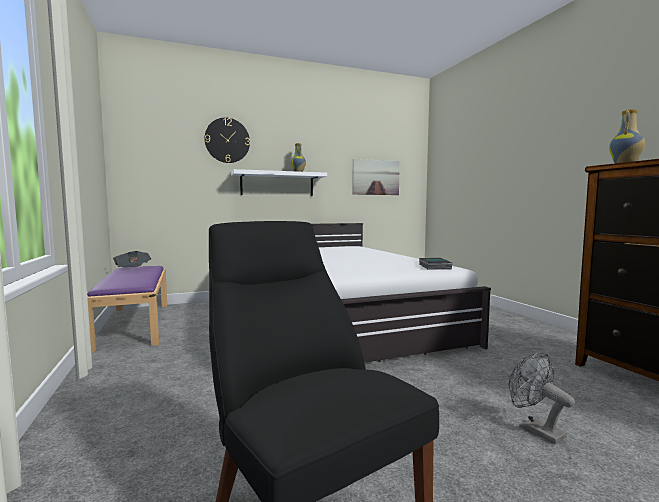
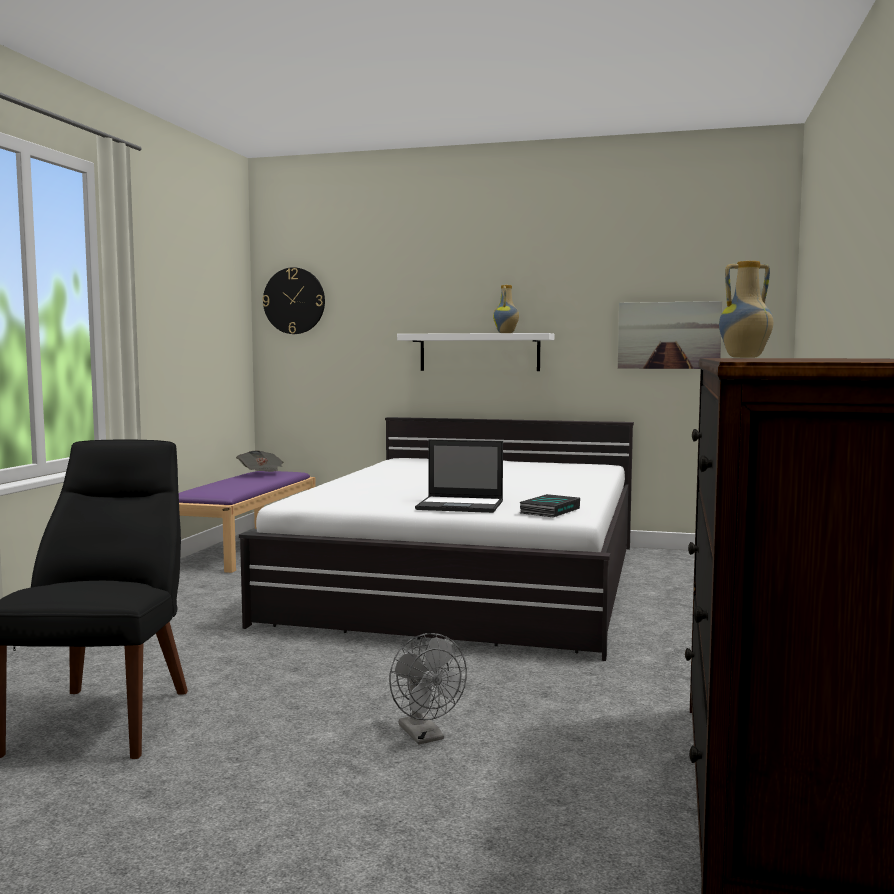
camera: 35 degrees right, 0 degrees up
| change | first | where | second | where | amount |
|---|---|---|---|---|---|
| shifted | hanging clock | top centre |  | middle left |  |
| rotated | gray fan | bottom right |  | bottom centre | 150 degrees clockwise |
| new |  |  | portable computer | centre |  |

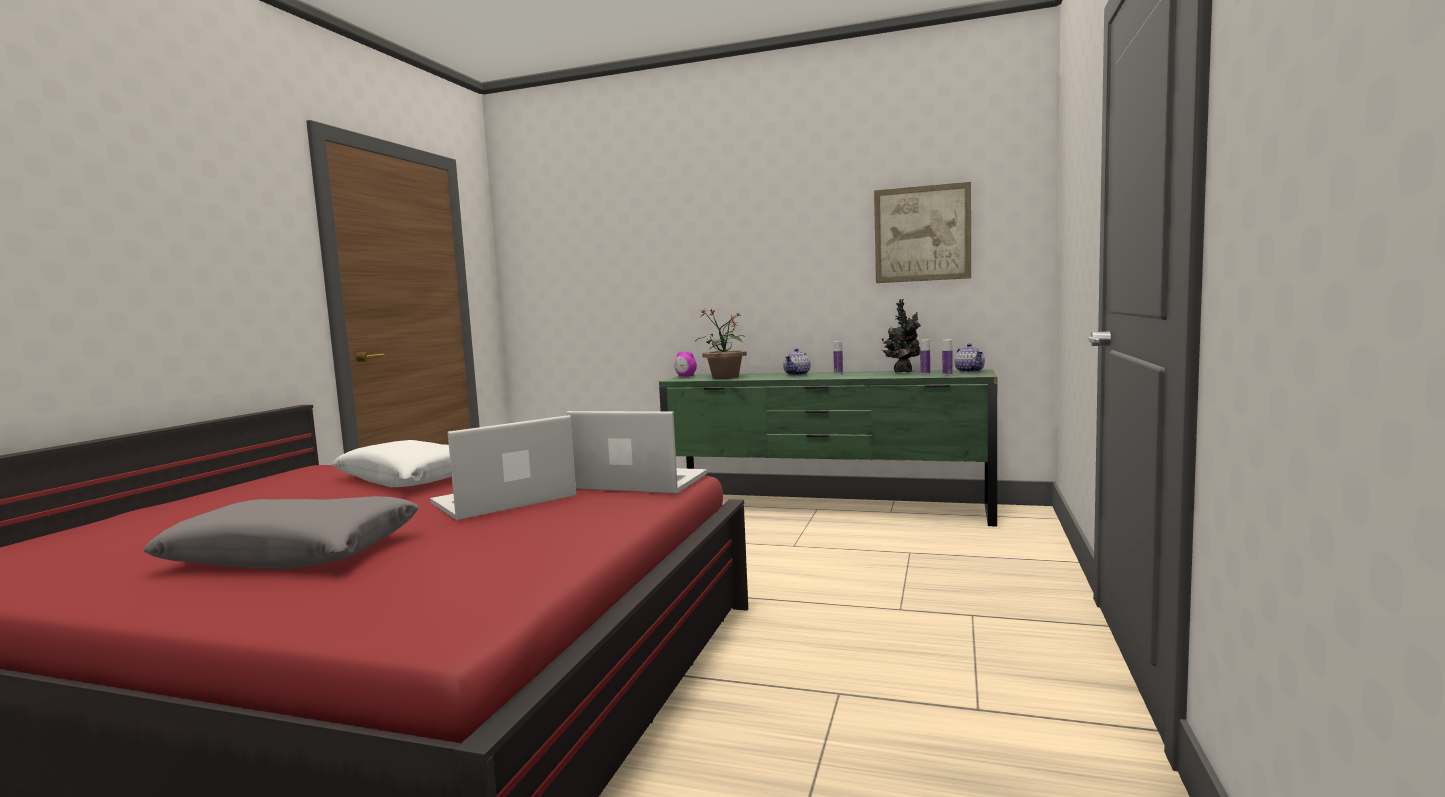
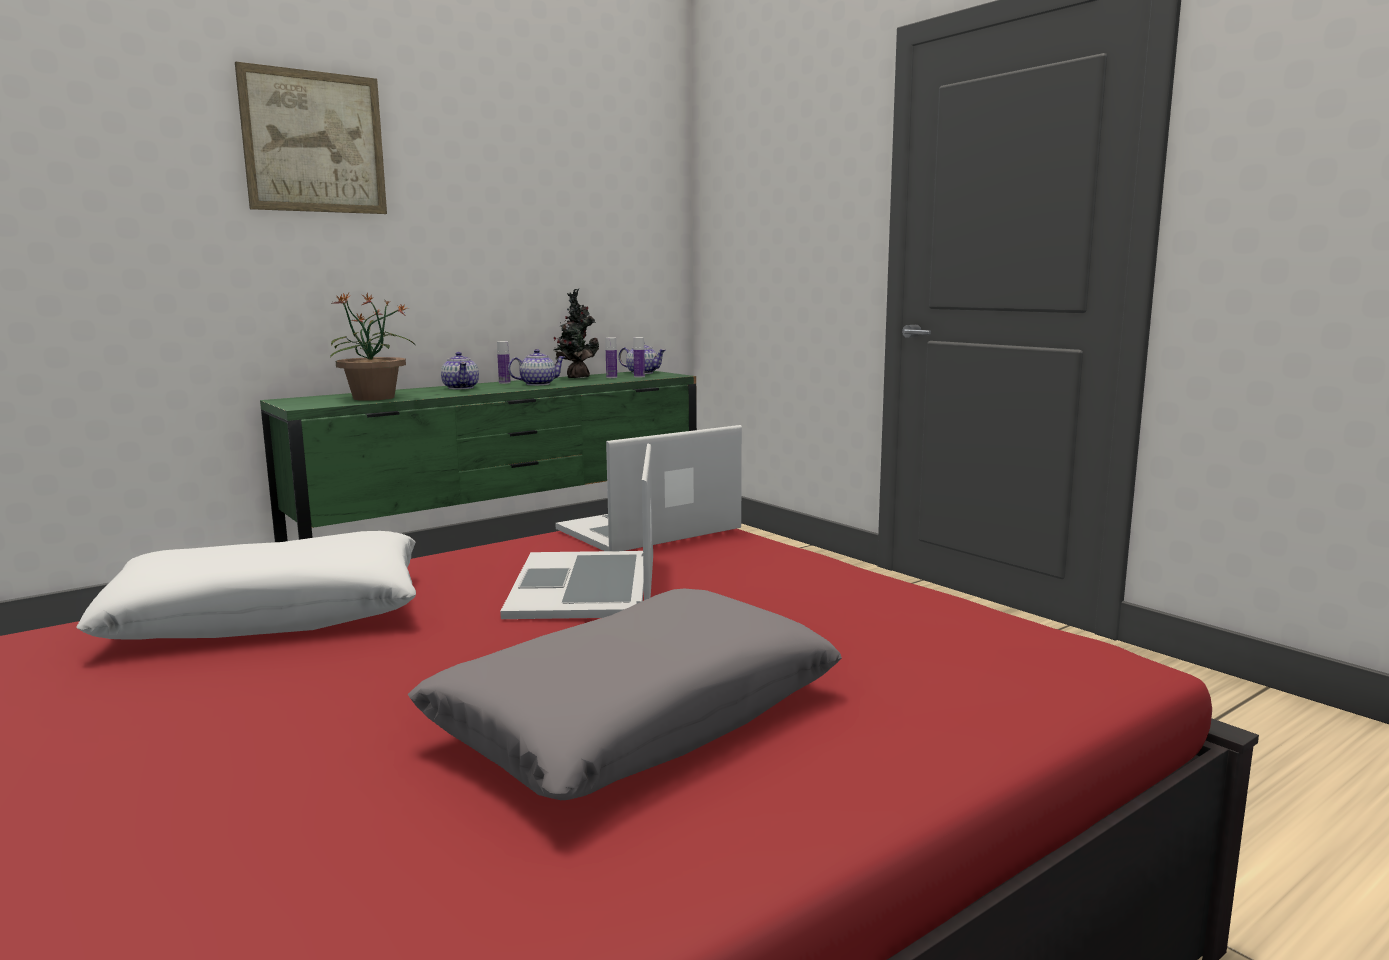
camera: 55 degrees left, 5 degrees up
| change | first | where | second | where | amount |
|---|---|---|---|---|---|
| shifted | wall picture | top centre |  | top left |  |
| gone | bedside clock | centre |  |  |  |
| new |  |  | tea pot (no. 2 from left) | centre |  |

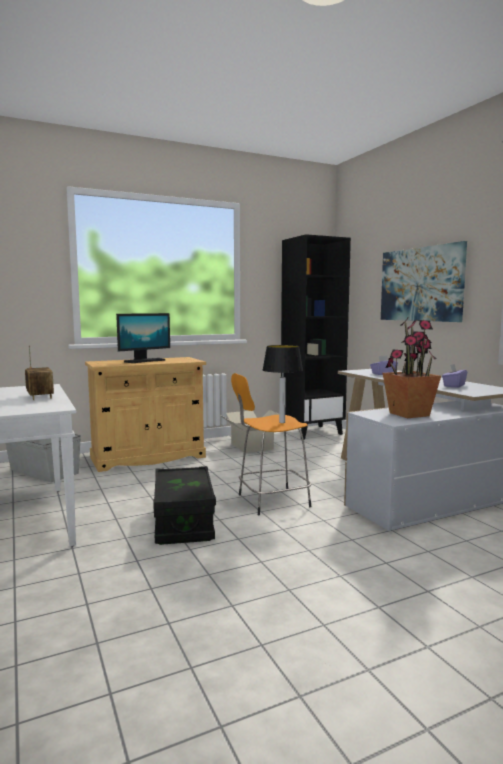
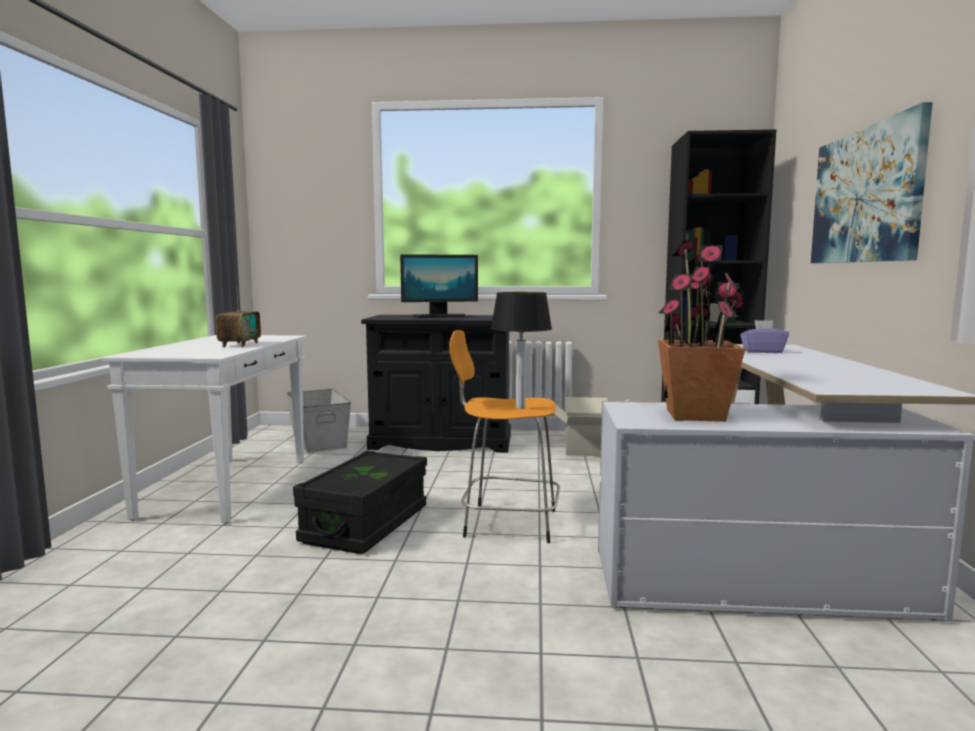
camera: 30 degrees right, 0 degrees up
| change | first | where | second | where | amount |
|---|---|---|---|---|---|
| repainted | beige cabinet | middle left | black-coloured cabinet | centre |  |
| gone | purplish tissue box (no. 2 from left) | middle right |  |  |  |

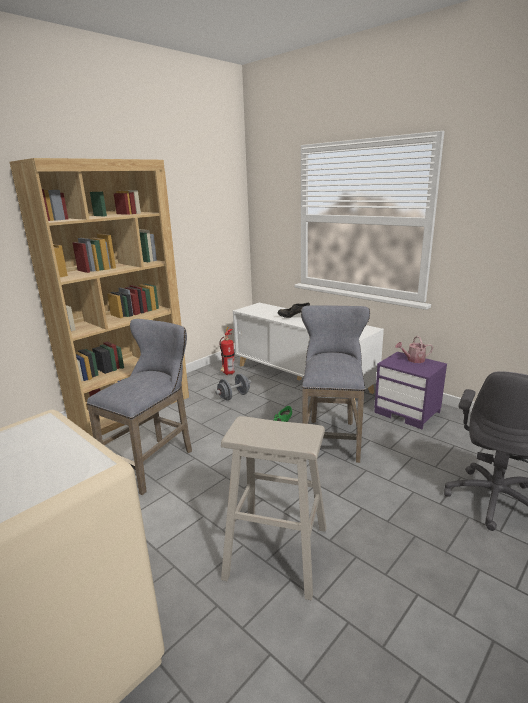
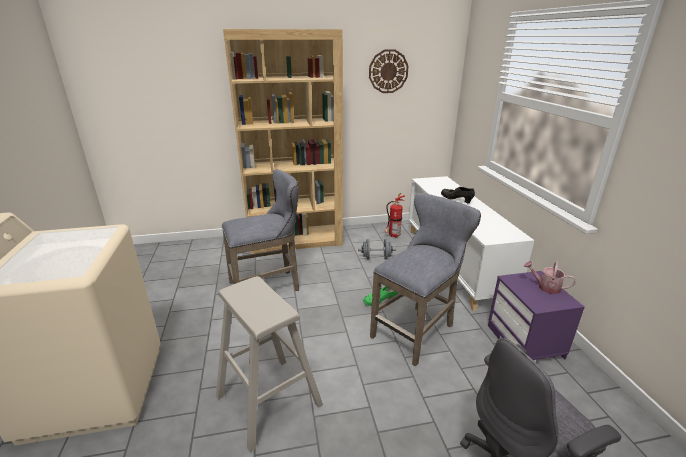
camera: 35 degrees right, 5 degrees up
| change | first | where | second | where | amount |
|---|---|---|---|---|---|
| new |  |  | hanging clock | top centre |  |

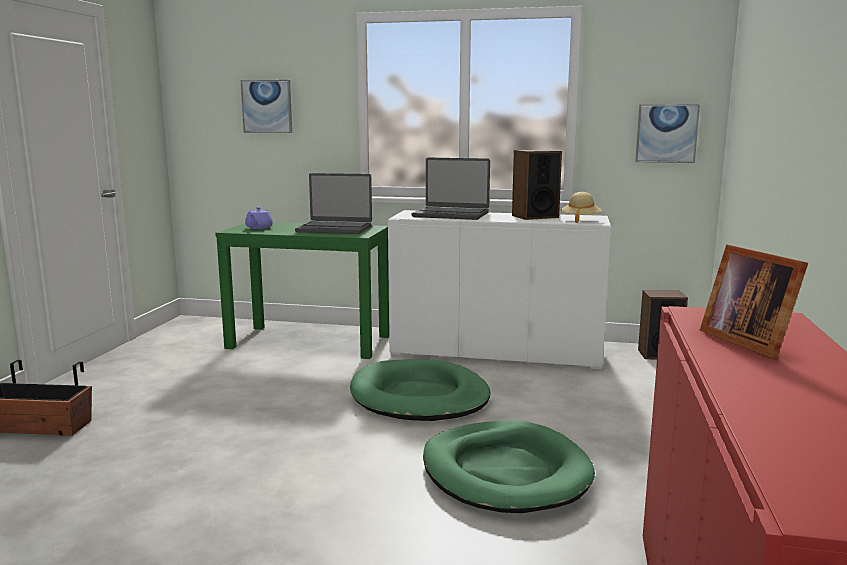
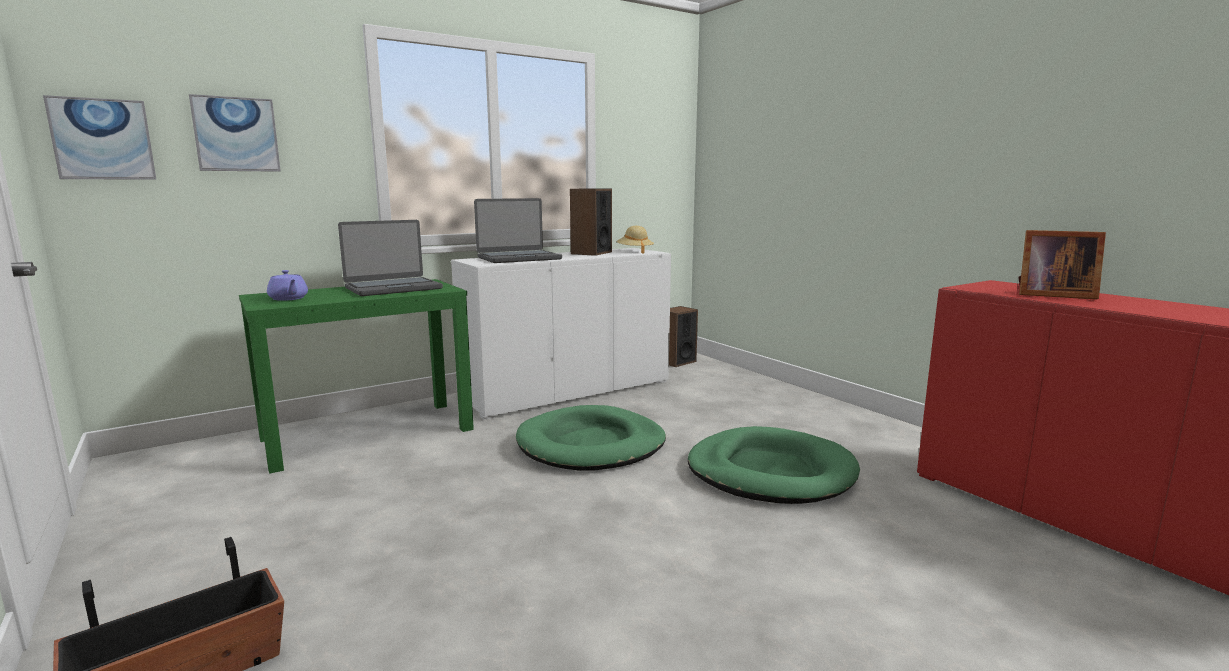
camera: 45 degrees left, 0 degrees up
| change | first | where | second | where | amount |
|---|---|---|---|---|---|
| shifted | wall picture (no. 2 from left in the first image) | top right | wall picture (no. 1 from left) | top left |  |

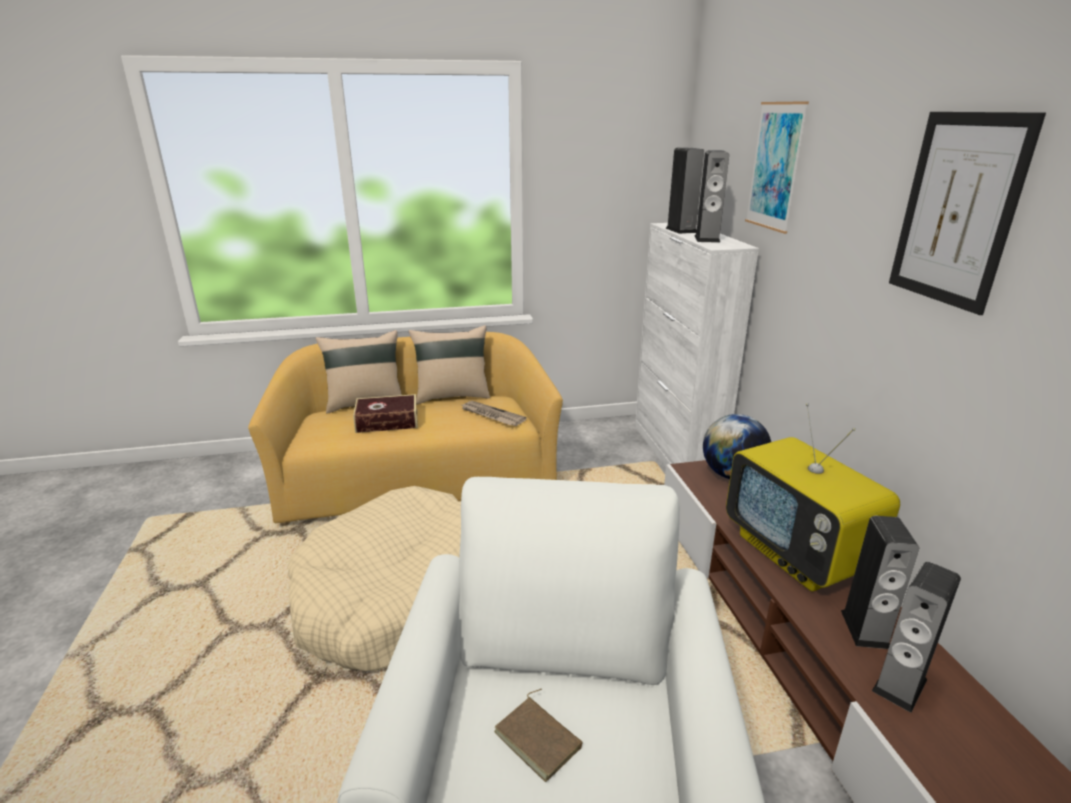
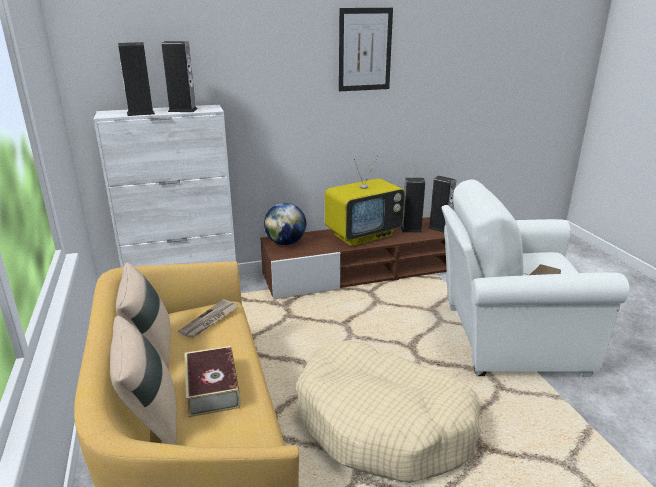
camera: 95 degrees left, 0 degrees up
| change | first | where | second | where | amount |
|---|---|---|---|---|---|
| gone | wall picture (no. 1 from left) | top right |  |  |  |

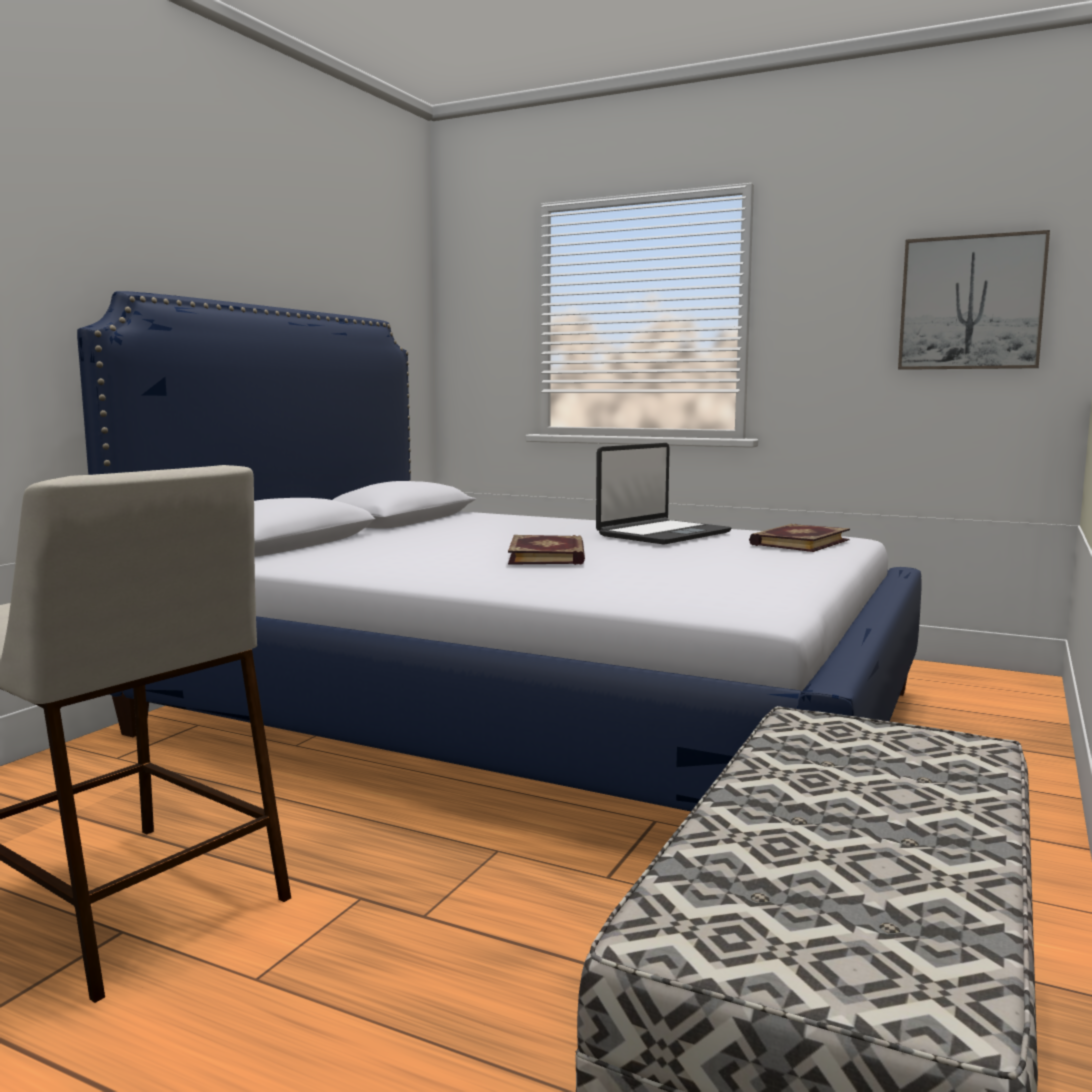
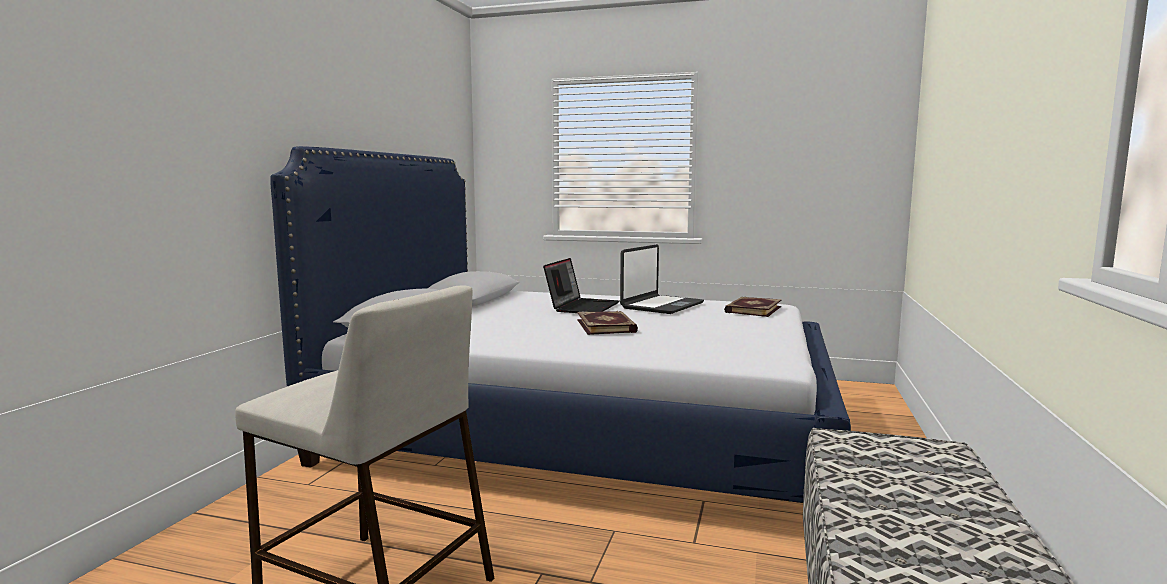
camera: 10 degrees left, 0 degrees up
| change | first | where | second | where | amount |
|---|---|---|---|---|---|
| gone | wall picture | top right |  |  |  |
| new |  |  | portable computer (no. 1 from left) | centre |  |

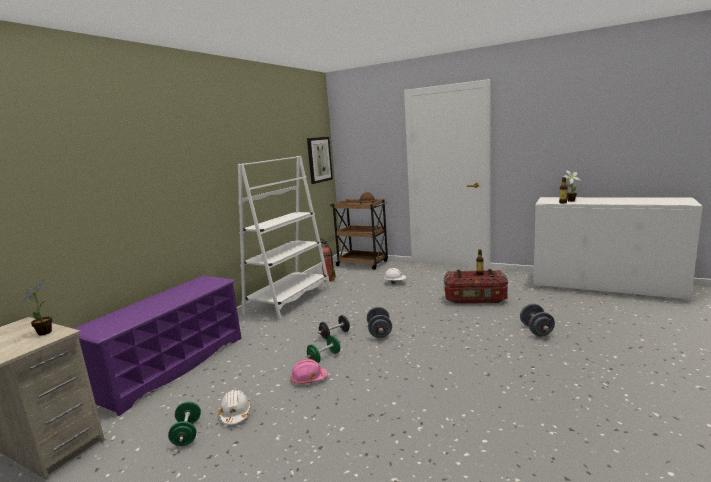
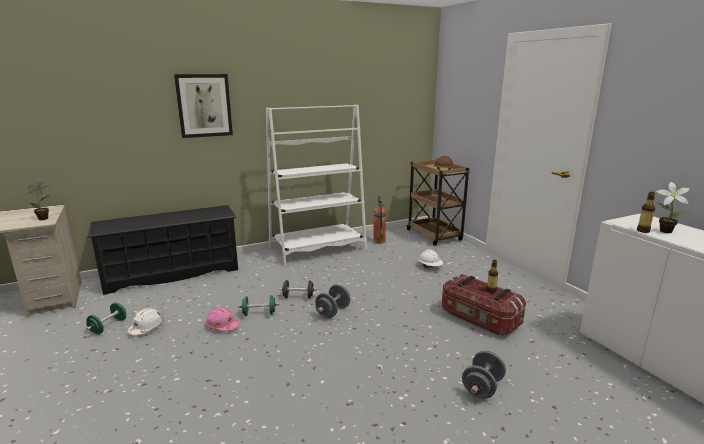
camera: 35 degrees right, 5 degrees up
| change | first | where | second | where | amount |
|---|---|---|---|---|---|
| shifted | wall picture | top centre |  | top left |  |
| repainted | purplish shoe shelf | bottom left | black-coloured shoe shelf | middle left |  |

